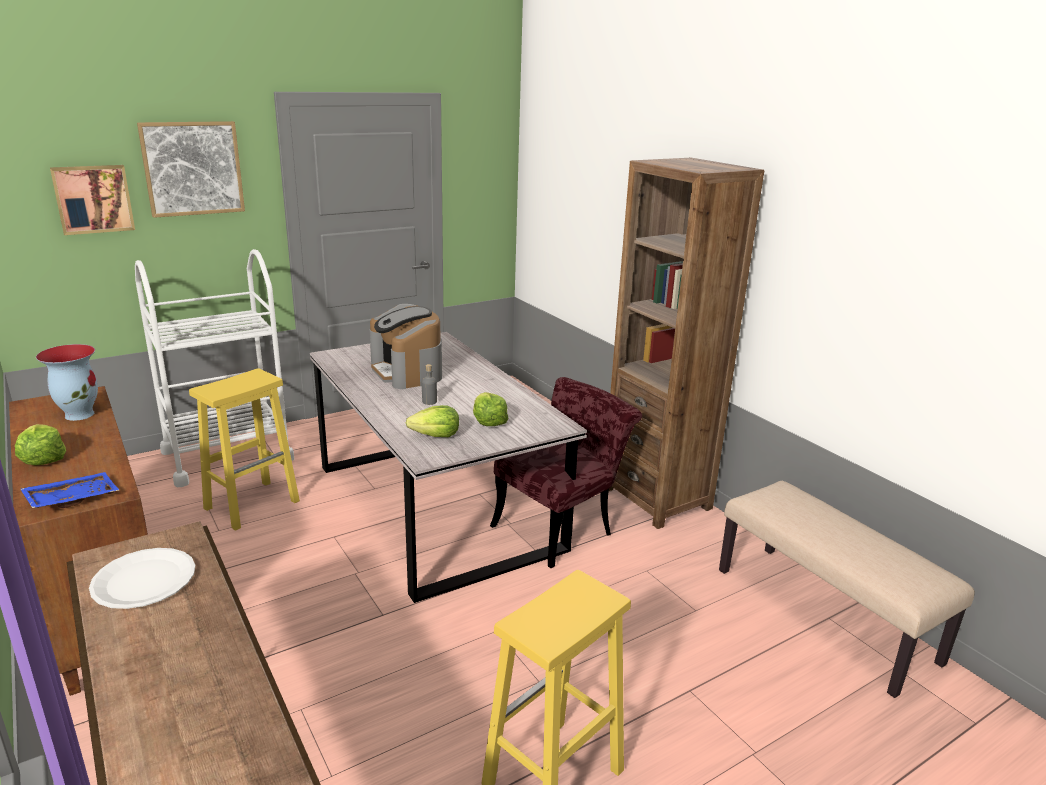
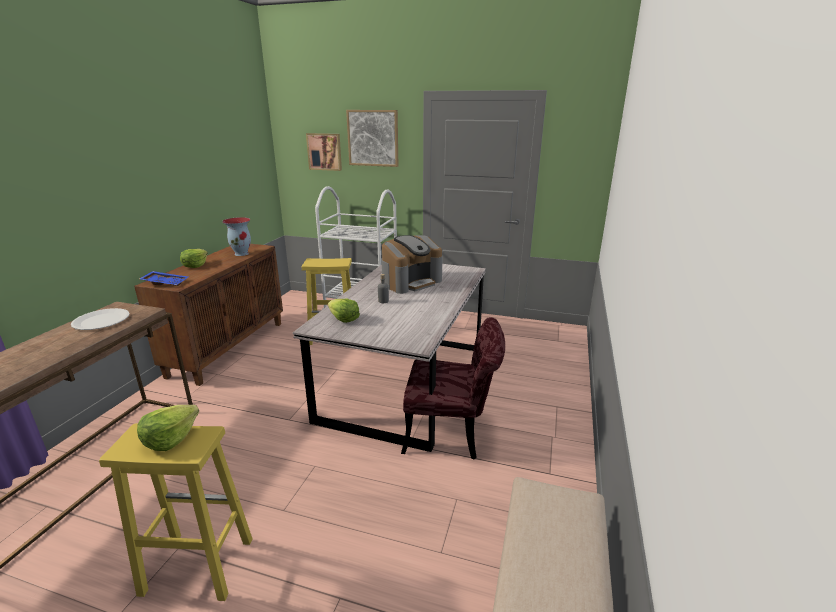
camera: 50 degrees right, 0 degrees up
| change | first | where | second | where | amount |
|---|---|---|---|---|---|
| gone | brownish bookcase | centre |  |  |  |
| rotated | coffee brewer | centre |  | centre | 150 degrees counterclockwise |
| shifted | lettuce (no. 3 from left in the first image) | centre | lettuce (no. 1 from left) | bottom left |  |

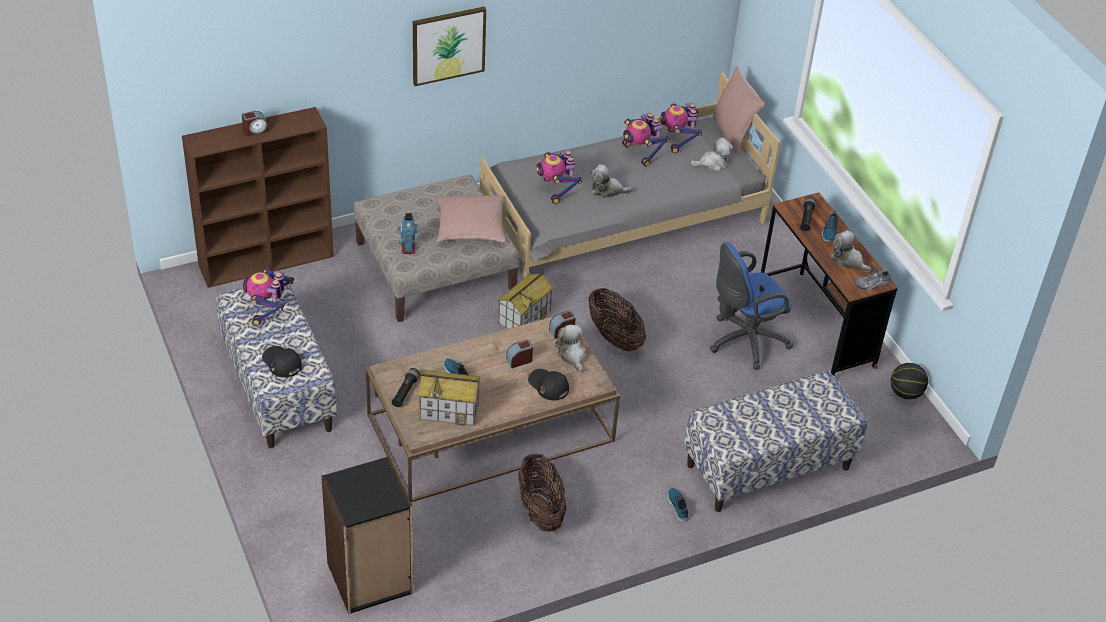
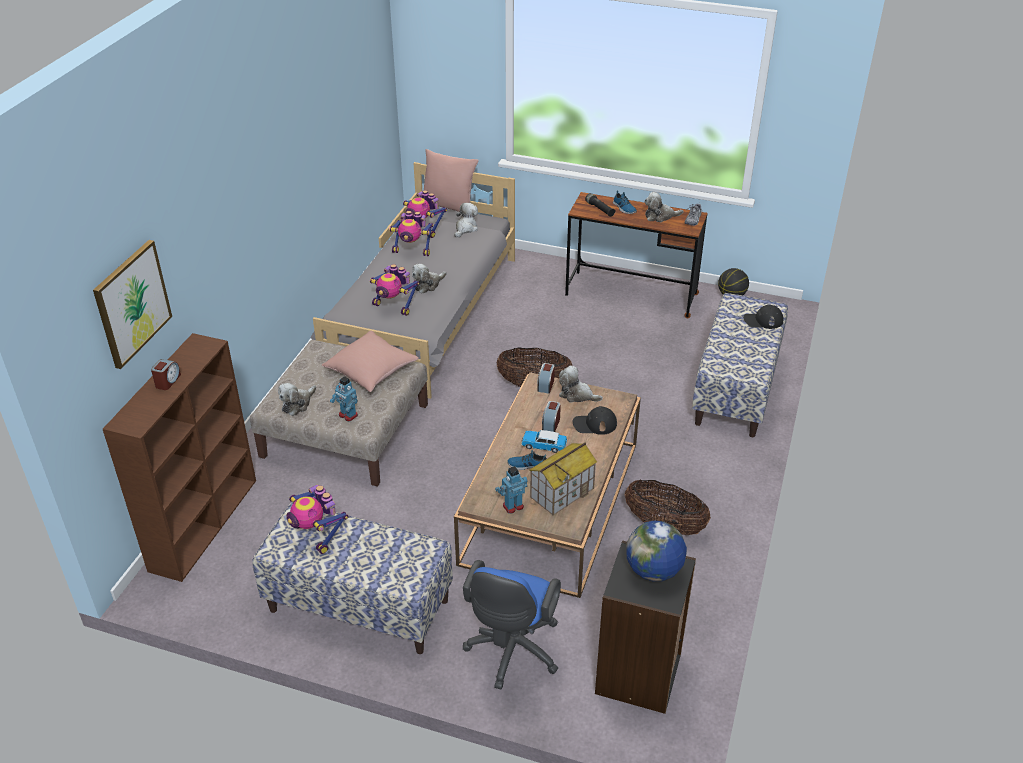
camera: 45 degrees left, 5 degrees down
| change | first | where | second | where | amount |
|---|---|---|---|---|---|
| shifted | wall picture | top centre |  | middle left |  |
| shifted | blue computer chair | middle right |  | bottom centre |  |
| gone | model house (no. 2 from left) | centre |  |  |  |
| shifted | black-coloured baseball cap (no. 1 from left in the first image) | middle left | black-coloured baseball cap (no. 2 from left) | middle right |  |
| swapped | black-coloured flashlight (no. 1 from left) | centre | toy robot (no. 6 from left) | centre |  |
| gone | low shoe (no. 2 from left) | bottom centre |  |  |  |
| new |  |  | plush toy (no. 1 from left) | middle left |  |
| new |  |  | model car | centre |  |
| new |  |  | desk globe | bottom centre |  |

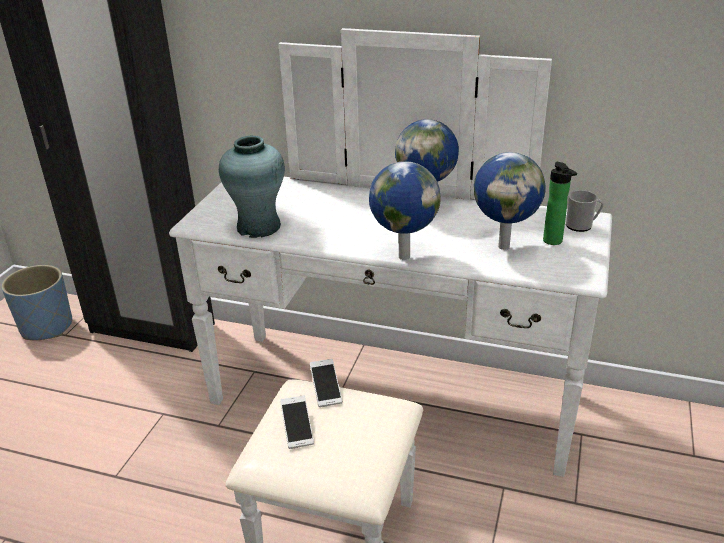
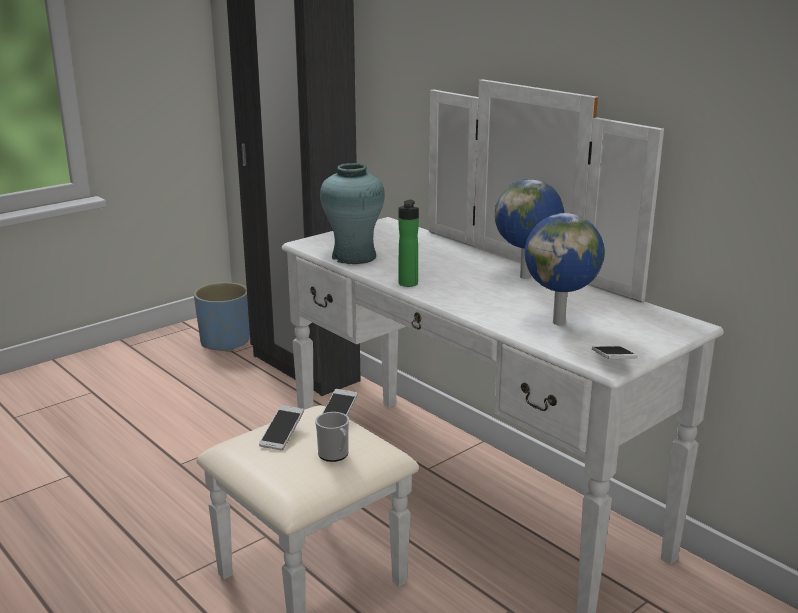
camera: 30 degrees right, 10 degrees down
| change | first | where | second | where | amount |
|---|---|---|---|---|---|
| gone | desk globe (no. 1 from left) | centre |  |  |  |
| shifted | drink bottle | middle right |  | centre |  |
| shifted | tea mug | middle right |  | bottom centre |  |
| new |  |  | phone (no. 3 from left) | middle right |  |

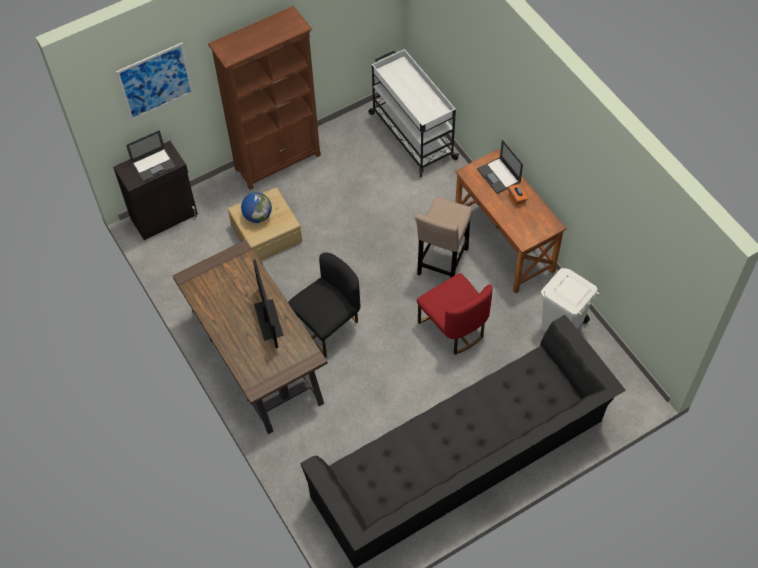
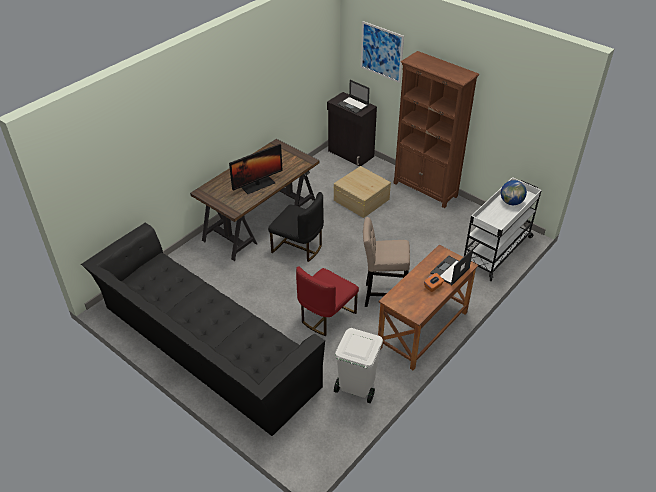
camera: 70 degrees right, 15 degrees down
| change | first | where | second | where | amount |
|---|---|---|---|---|---|
| shifted | desk globe | centre |  | middle right |  |

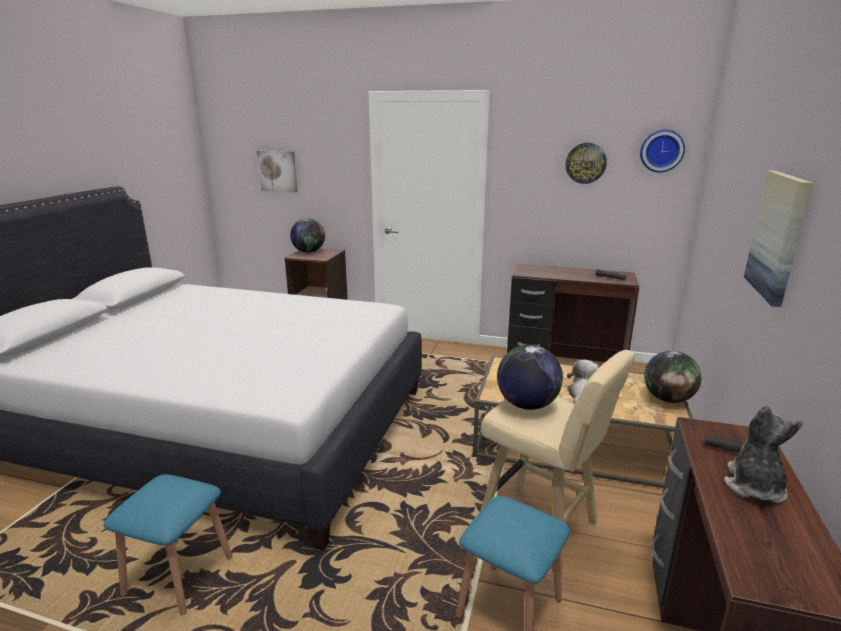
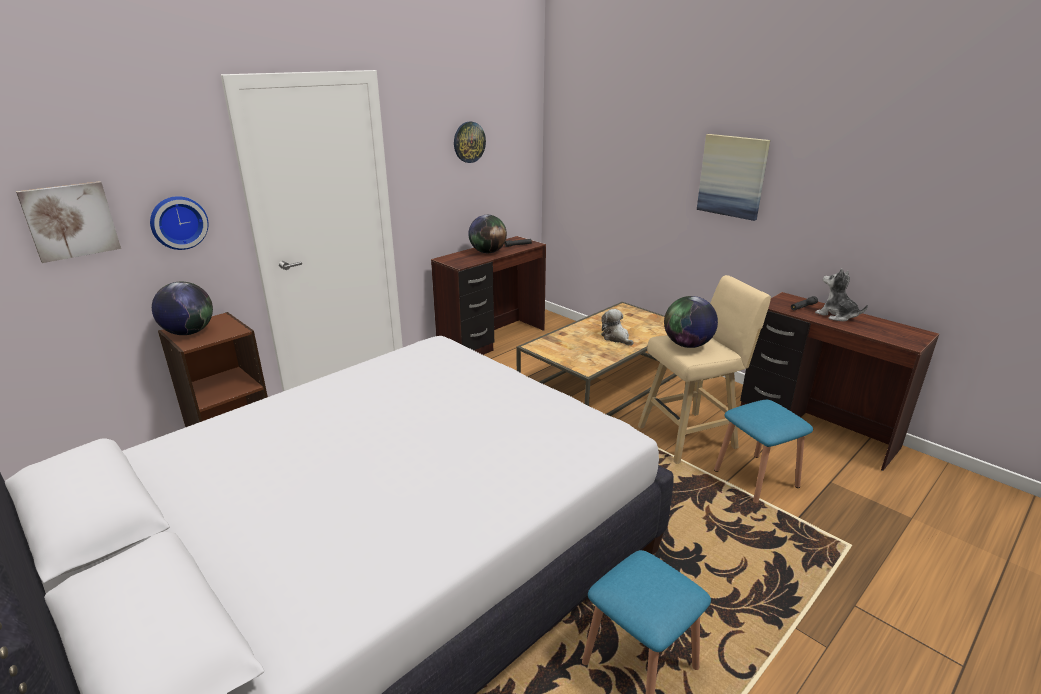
camera: 60 degrees left, 5 degrees up
| change | first | where | second | where | amount |
|---|---|---|---|---|---|
| shifted | hanging clock (no. 2 from left in the first image) | top right | hanging clock (no. 1 from left) | top left |  |
| shifted | desk globe (no. 3 from left in the first image) | middle right | desk globe (no. 2 from left) | centre |  |

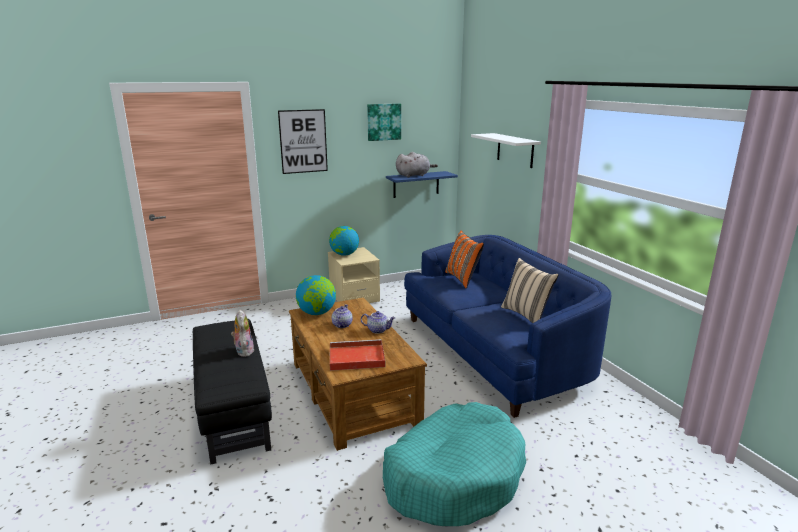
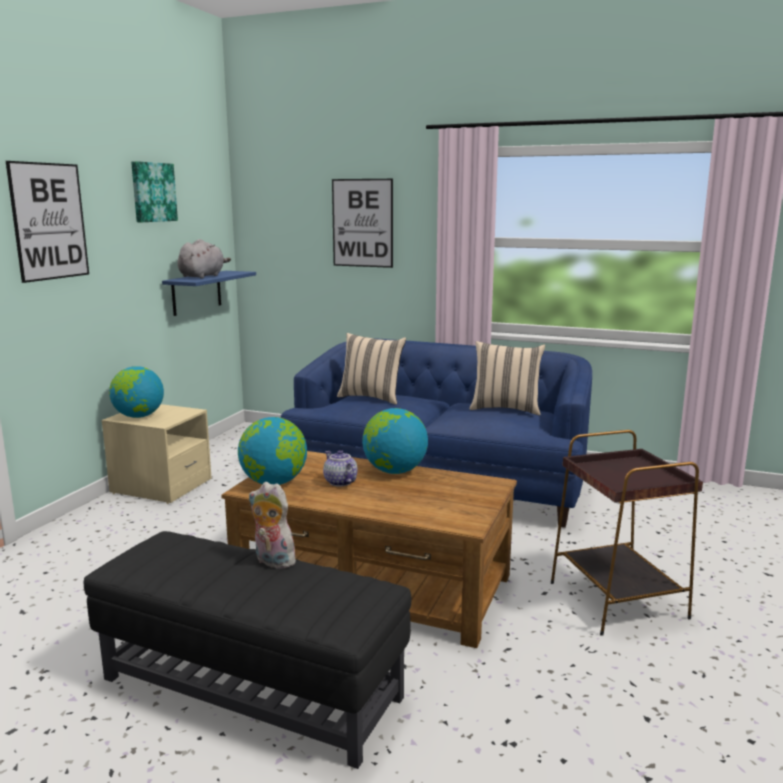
camera: 45 degrees left, 5 degrees down
| change | first | where | second | where | amount |
|---|---|---|---|---|---|
| swapped | white-coloured bracket shelf | top centre | wall picture (no. 3 from left) | top centre |  |
| repainted | orange cushion | centre | beige cushion (no. 1 from left) | centre |  |
| swapped | tea pot (no. 2 from left) | centre | desk globe (no. 3 from left) | centre |  |
| gone | red-coloured tray | bottom centre |  |  |  |
| swapped | turquoise pet bed | bottom centre | brownish end table | bottom right |  |

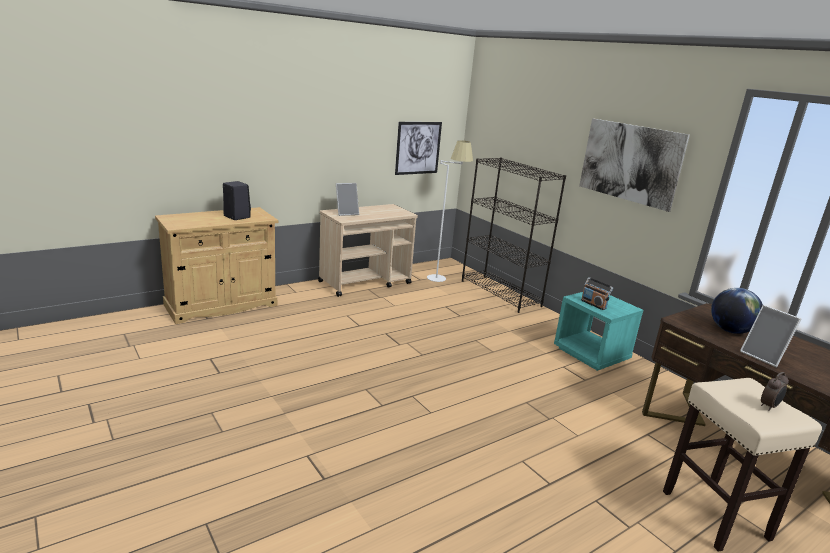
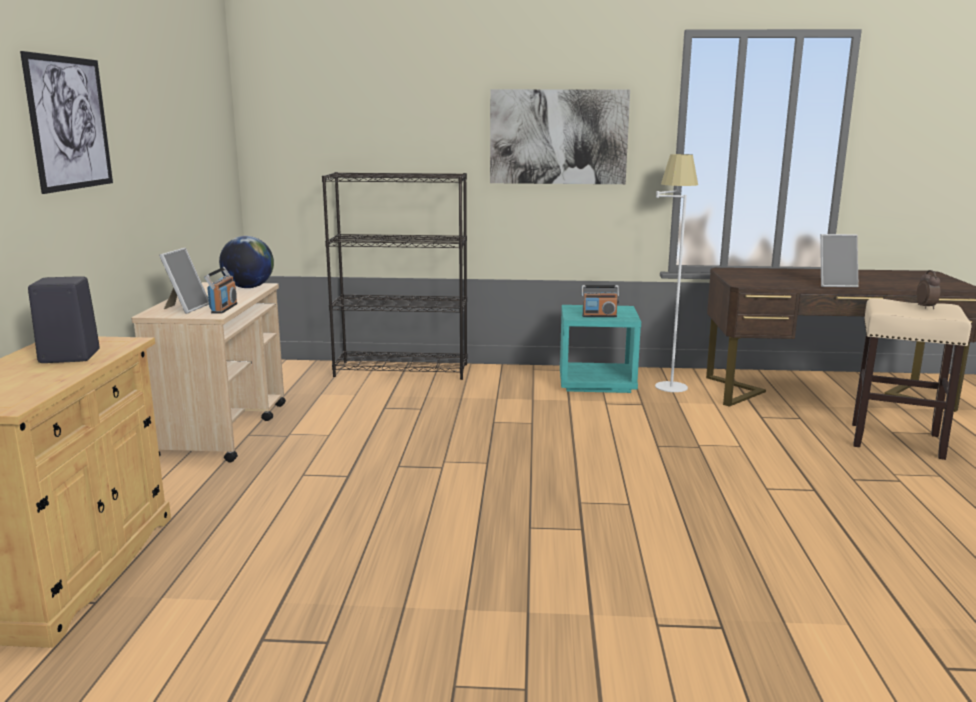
camera: 50 degrees left, 5 degrees down
| change | first | where | second | where | amount |
|---|---|---|---|---|---|
| shifted | wall picture (no. 1 from left) | top centre |  | top left |  |
| shifted | white-coloured floor lamp | centre |  | middle right |  |
| shifted | desk globe | middle right |  | middle left |  |
| new |  |  | radio set (no. 1 from left) | middle left |  |

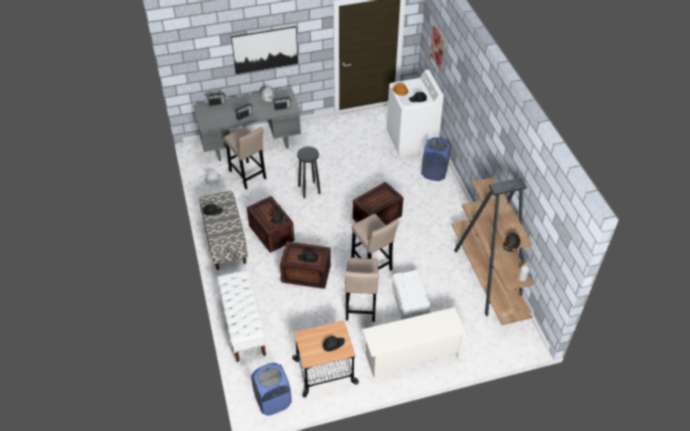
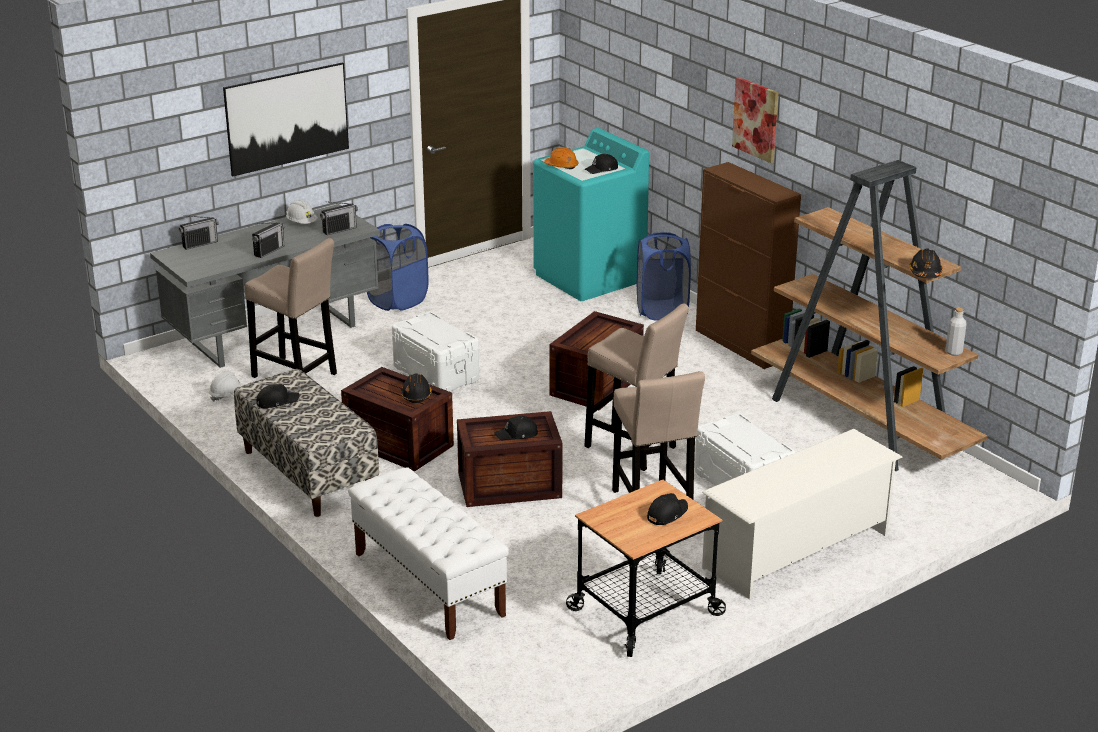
camera: 20 degrees left, 20 degrees down
| change | first | where | second | where | amount |
|---|---|---|---|---|---|
| shifted | wall picture (no. 2 from left) | top centre |  | top right |  |
| repainted | white-coloured washing machine | top centre | turquoise washing machine | top centre |  |
| swapped | black-coloured stool | centre | white-coloured storage box (no. 1 from left) | centre |  |
| shifted | blue hamper (no. 1 from left) | bottom centre |  | centre |  |
| new |  |  | brownish cabinet | middle right |  |

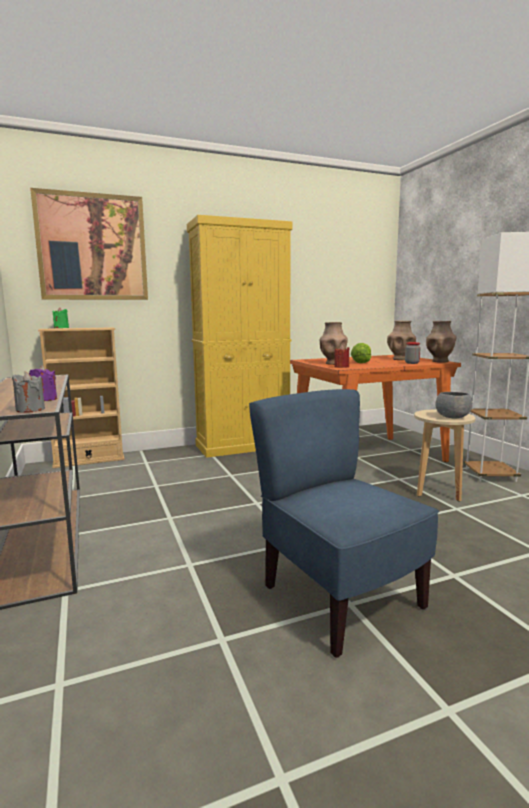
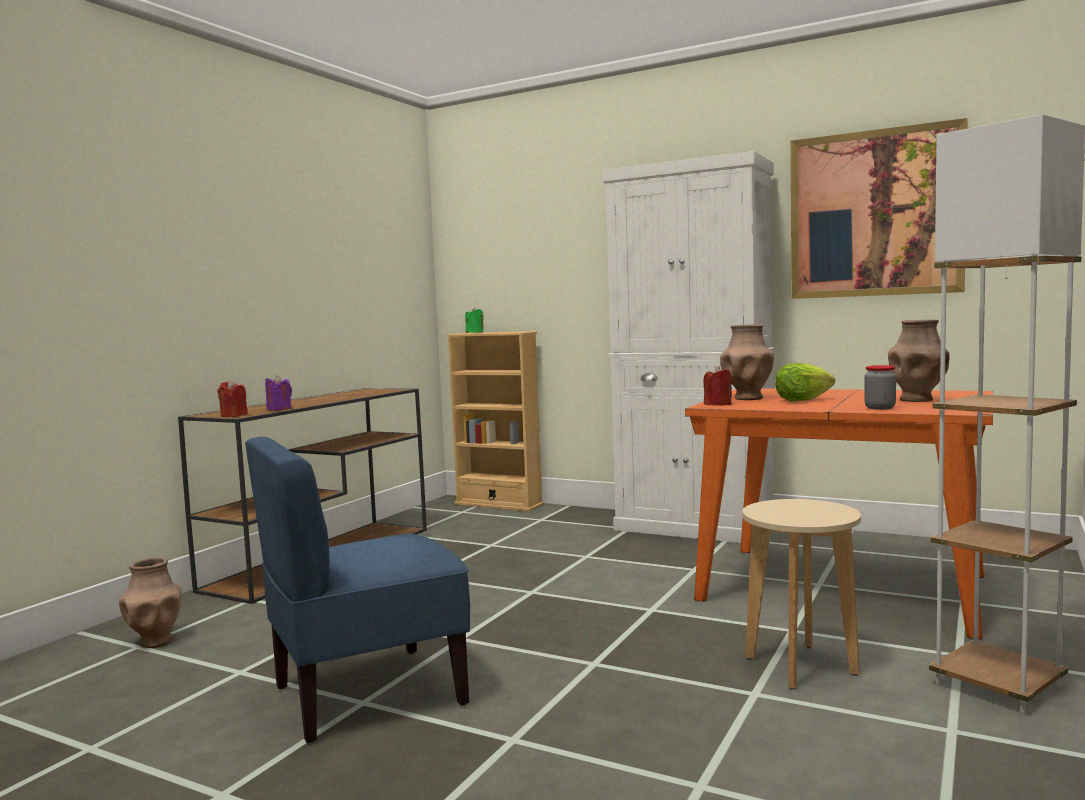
camera: 50 degrees right, 5 degrees down
| change | first | where | second | where | amount |
|---|---|---|---|---|---|
| shifted | wall picture | top left |  | top right |  |
| repainted | yellowish cabinet | centre | white-coloured cabinet | centre |  |
| shifted | brownish decorative vase (no. 3 from left in the first image) | middle right | brownish decorative vase (no. 1 from left) | bottom left |  |
| repainted | gray candle | middle left | red-coloured candle (no. 1 from left) | middle left |  |
| rotated | blue plain chair | centre |  | bottom left | 135 degrees counterclockwise |
| gone | gray deep dish | middle right |  |  |  |

